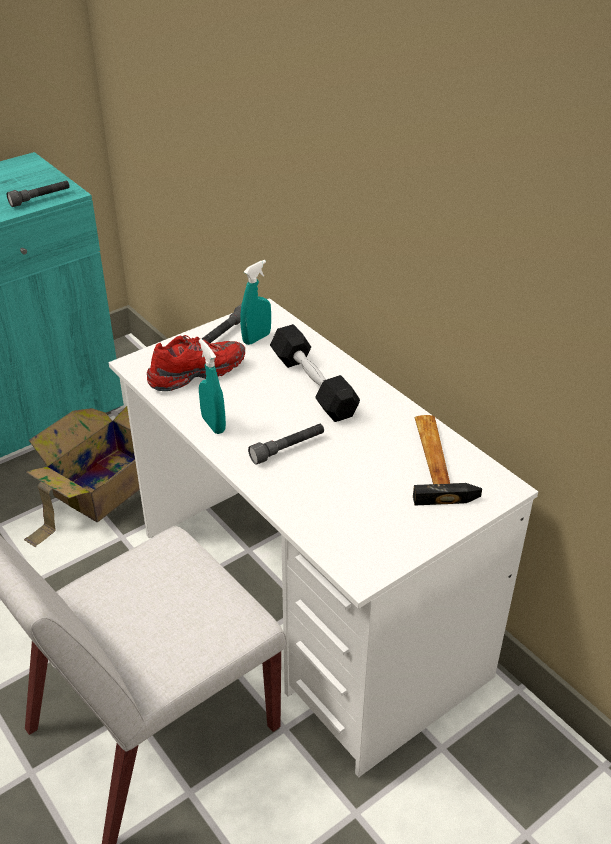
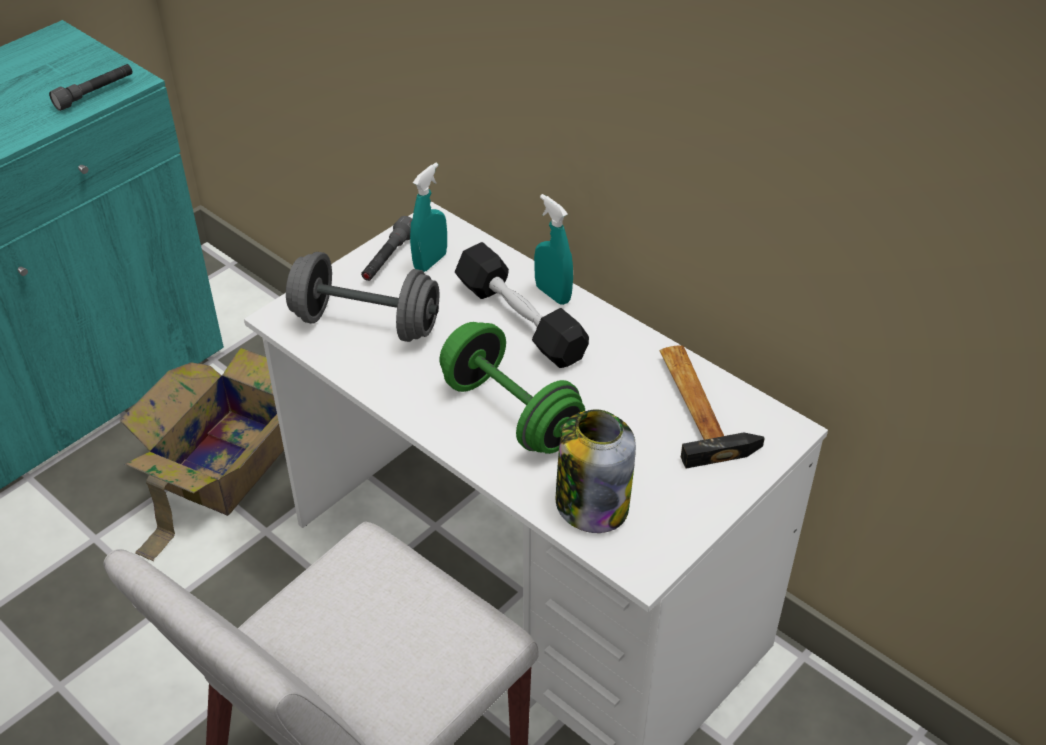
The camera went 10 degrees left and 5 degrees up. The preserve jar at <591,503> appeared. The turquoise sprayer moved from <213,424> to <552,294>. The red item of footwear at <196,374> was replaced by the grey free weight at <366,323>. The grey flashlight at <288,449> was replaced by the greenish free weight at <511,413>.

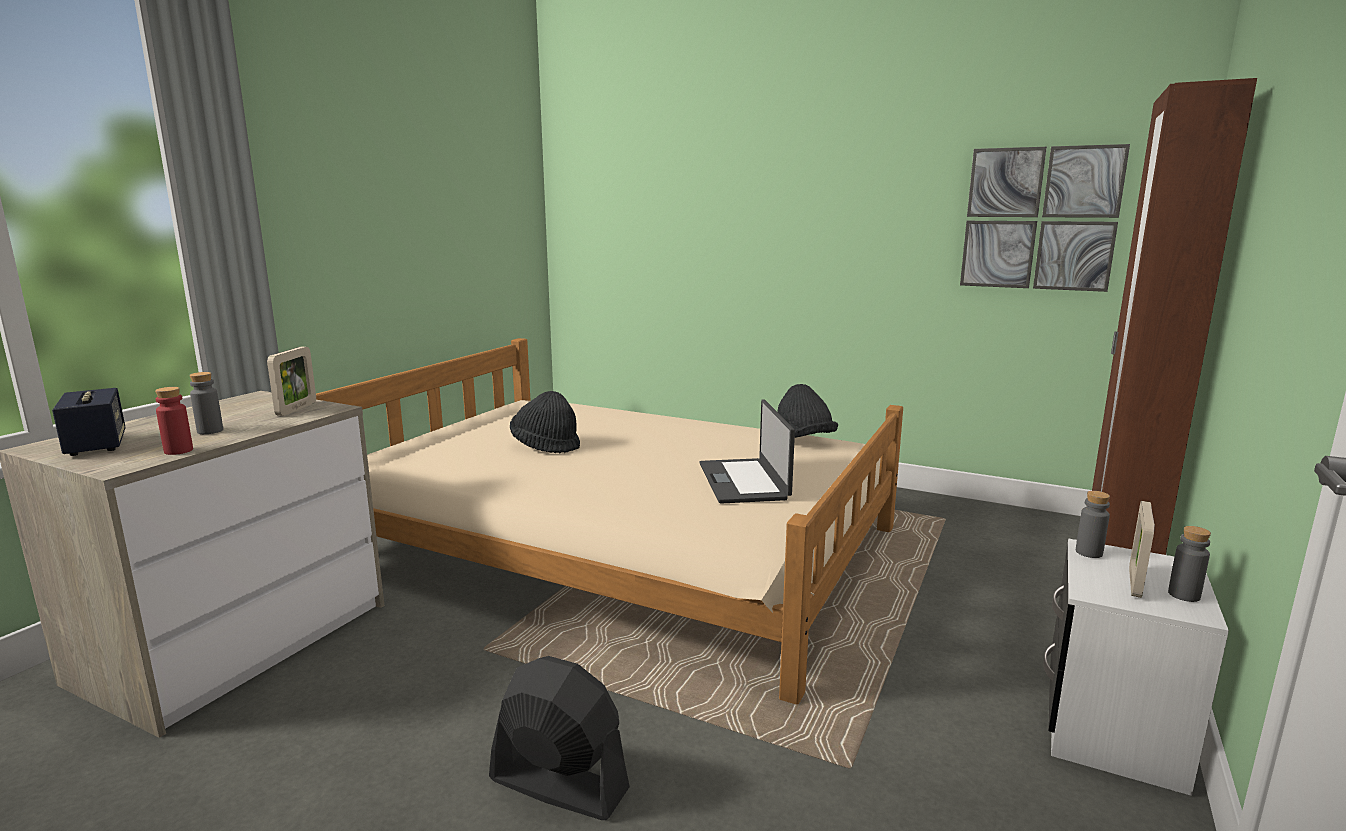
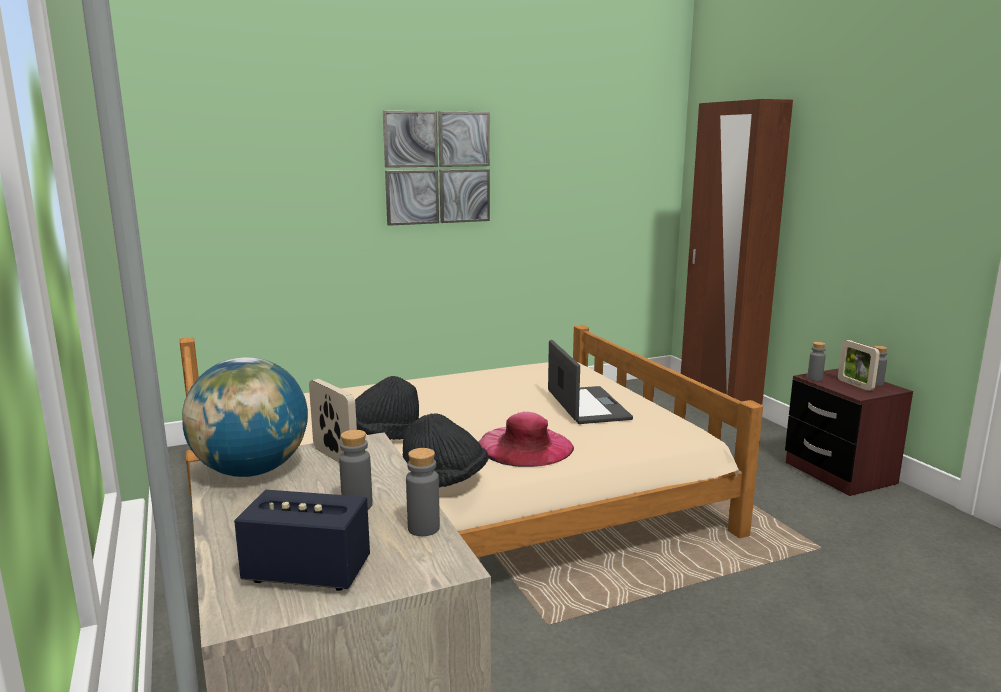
The camera went 50 degrees left and 0 degrees up. The black-coloured cooling fan at <558,784> disappeared. The world globe at <251,471> appeared. The pink-coloured clothing hat at <525,446> appeared. The black-coloured clothing hat moved from <803,441> to <444,481>. The wall art moved from <1039,219> to <437,168>. The red beverage bottle at <178,451> became the grey beverage bottle at <423,528>. The whitish bedside table at <1112,729> became the brownish bedside table at <839,473>. The portable computer at <744,481> turned 135 degrees counterclockwise.

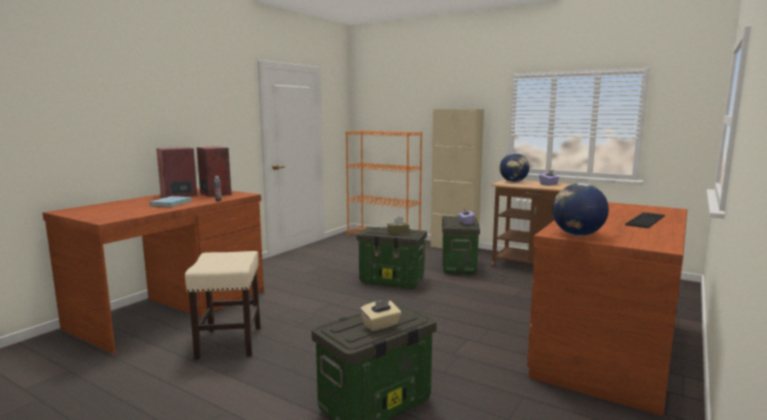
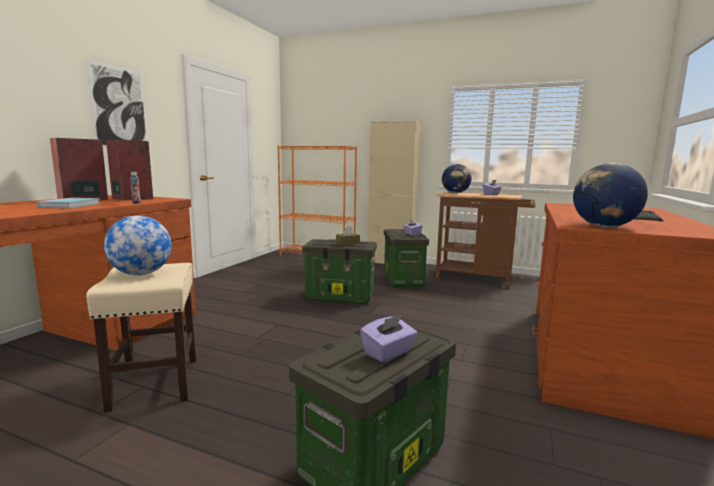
The camera went 10 degrees left and 0 degrees up. The wall art at <119,107> appeared. The world globe at <141,274> appeared. The beige-coloured box of tissues at <381,325> became the purplish box of tissues at <388,353>.

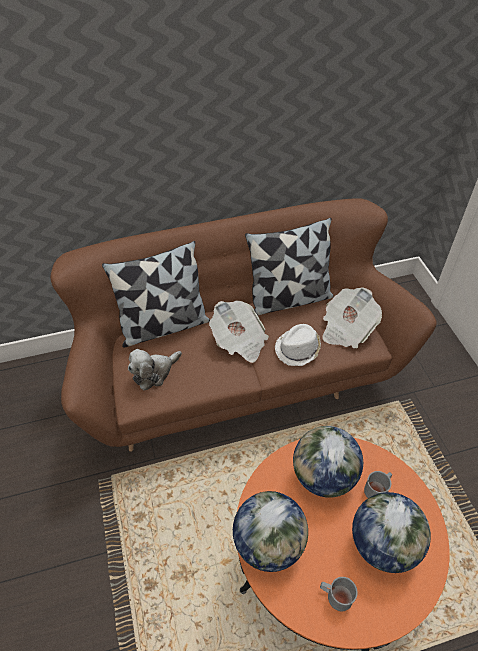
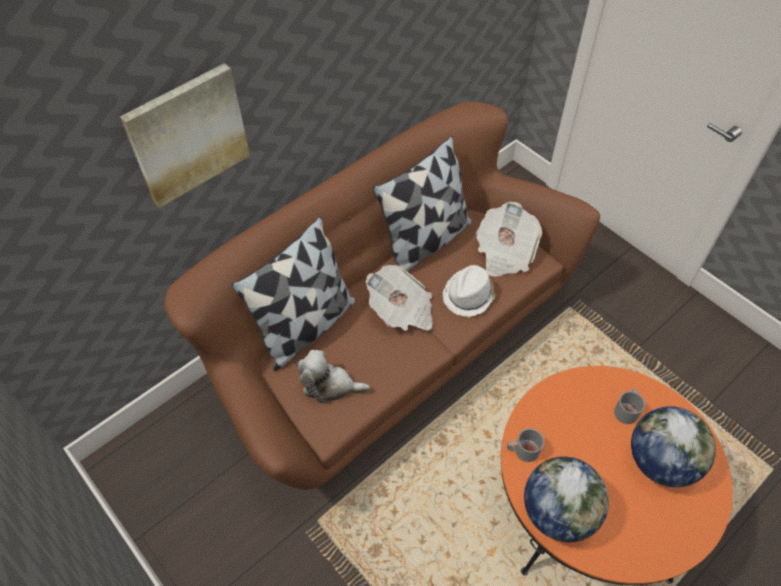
The camera went 25 degrees left and 5 degrees up. The world globe at <323,477> disappeared. The wall art at <188,135> appeared. The grey coffee mug moved from <335,596> to <522,450>. The cuddly toy at <154,372> turned 75 degrees clockwise.

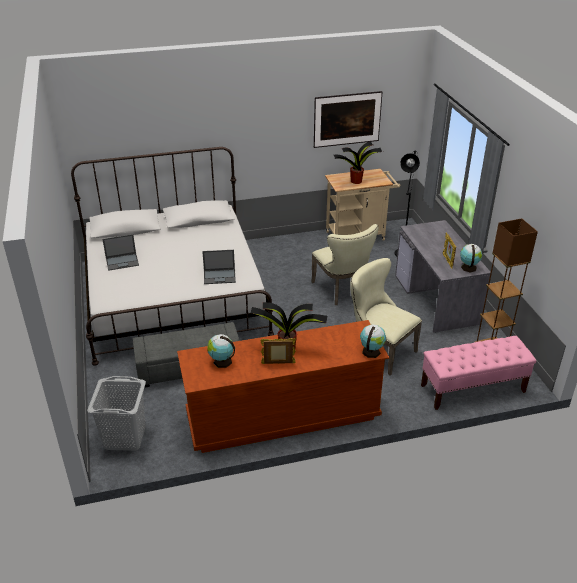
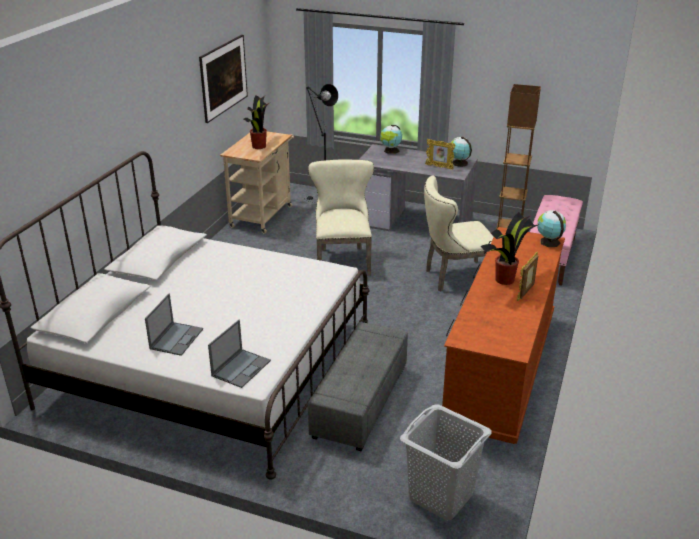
The camera went 55 degrees left and 5 degrees down. The portable computer moved from <220,276> to <241,368>. The world globe moved from <221,361> to <391,151>. The beige-coloured upright chair at <342,291> turned 105 degrees counterclockwise.

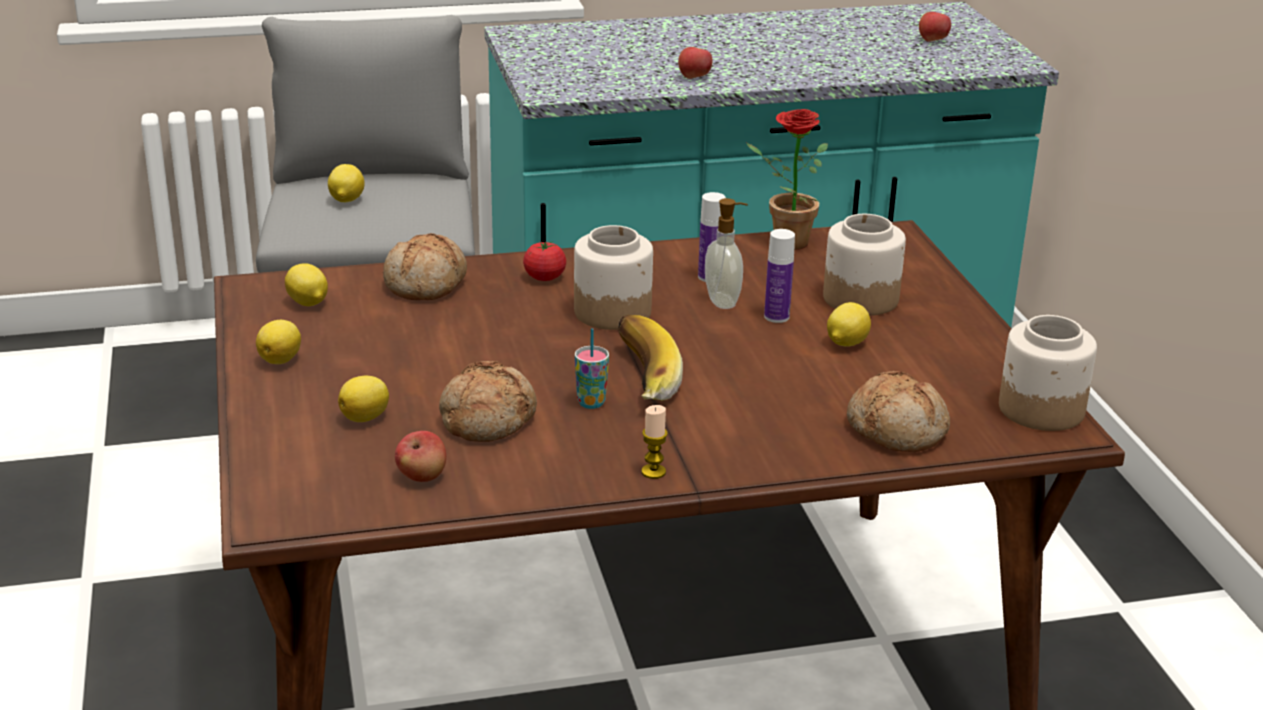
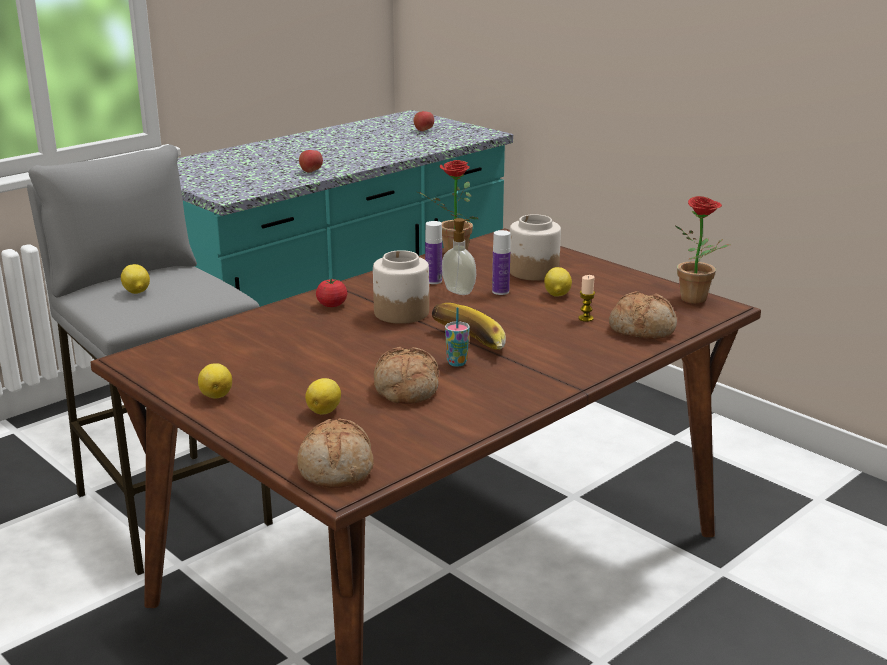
The camera went 30 degrees left and 5 degrees down. The citrus fruit at <308,303> disappeared. The whole apple at <422,477> disappeared. The bread moved from <427,284> to <337,468>. The candle moved from <653,472> to <585,318>. The preserve jar at <1040,410> was replaced by the houseplant at <698,300>.

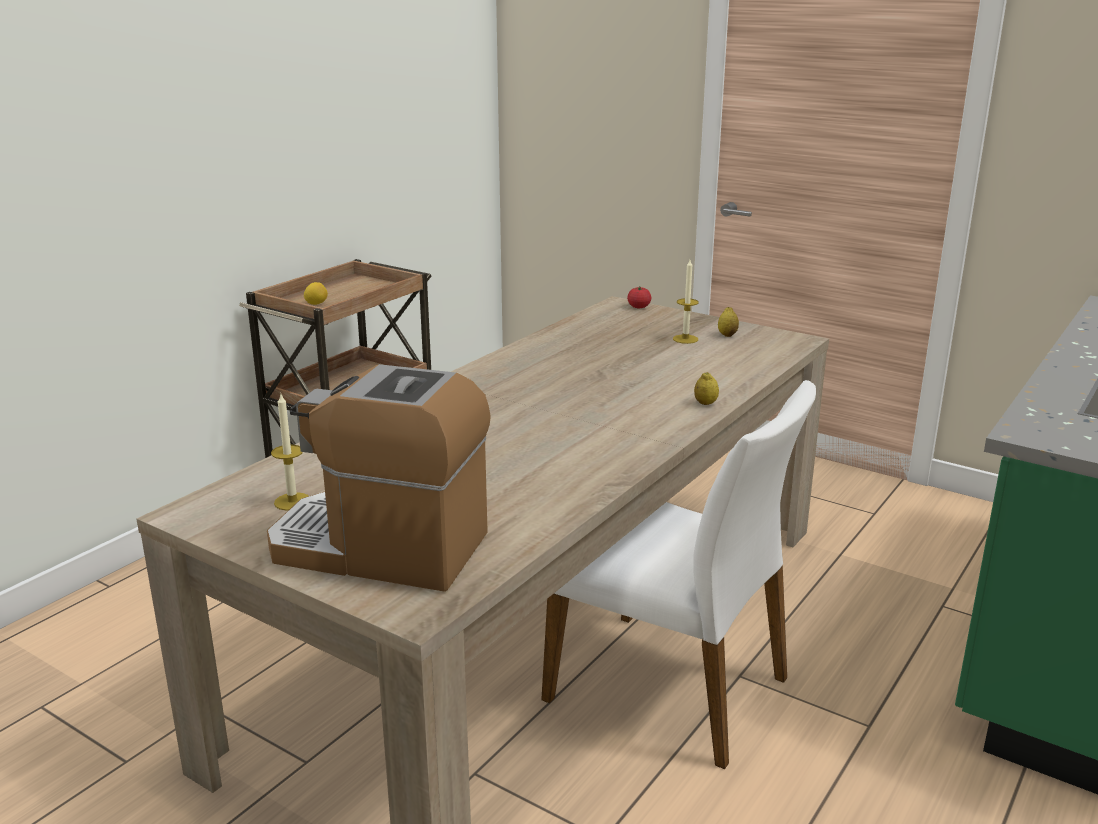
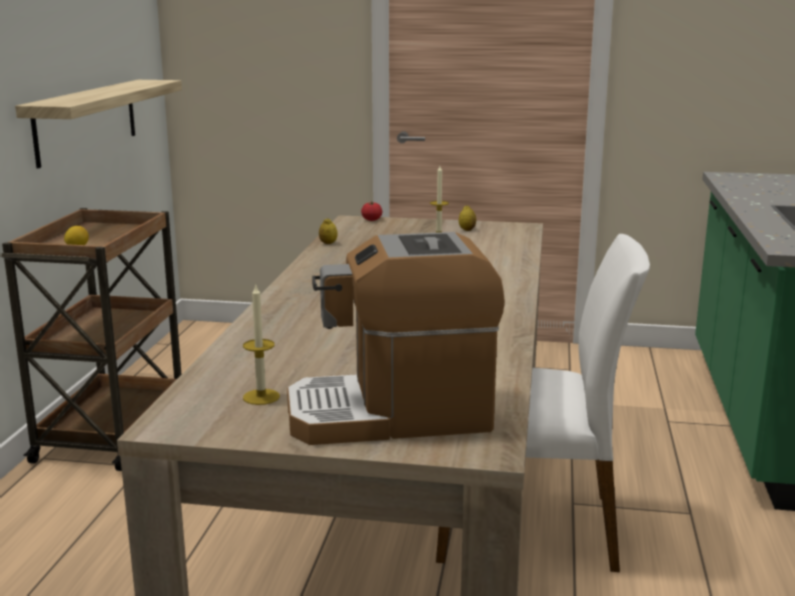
The camera went 25 degrees left and 5 degrees down. The shelf at <86,120> appeared. The citrus fruit moved from <705,403> to <328,243>.

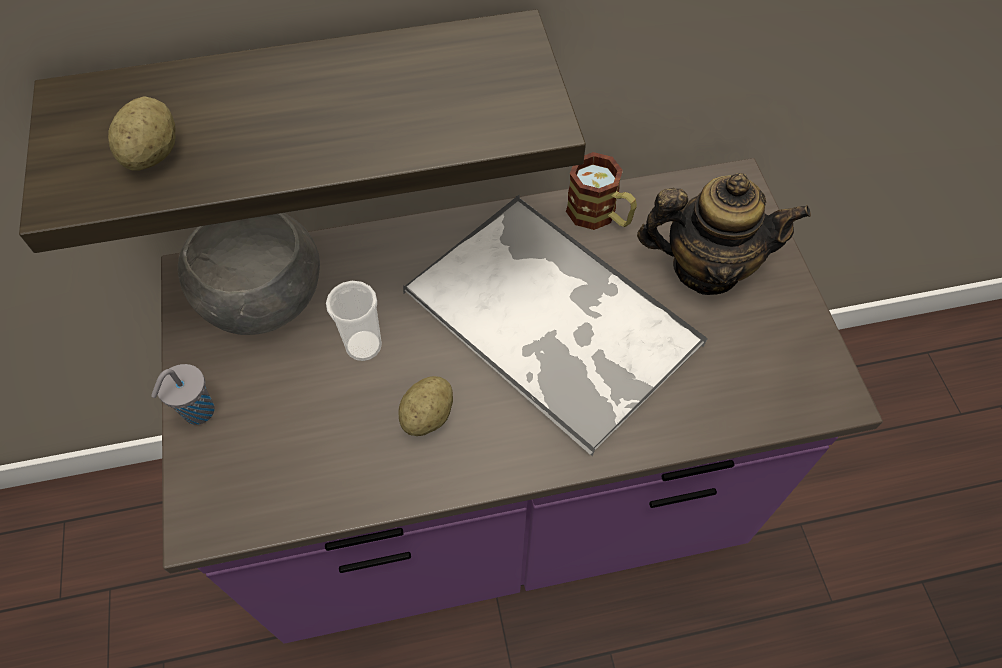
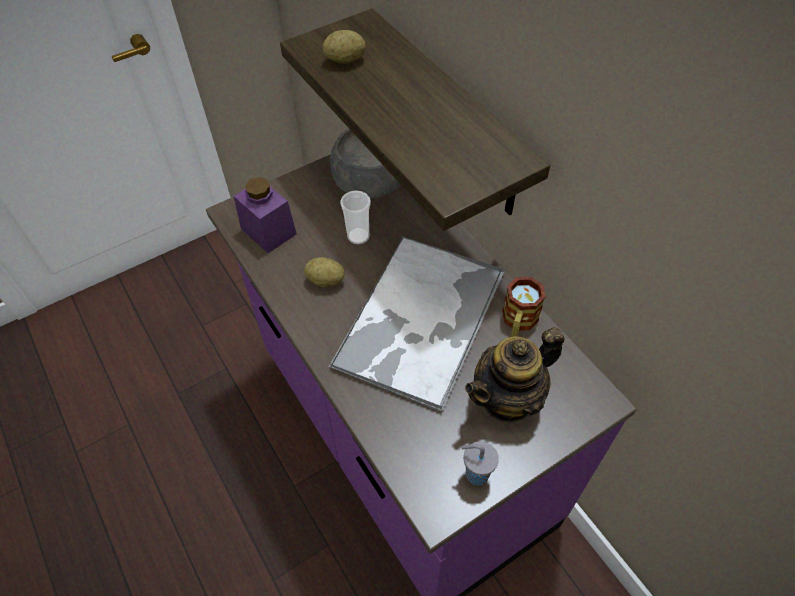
The camera went 70 degrees right and 5 degrees down. The purplish preserve jar at <268,231> appeared. The grey cup moved from <197,413> to <475,474>. The teapot at <706,267> turned 75 degrees clockwise.

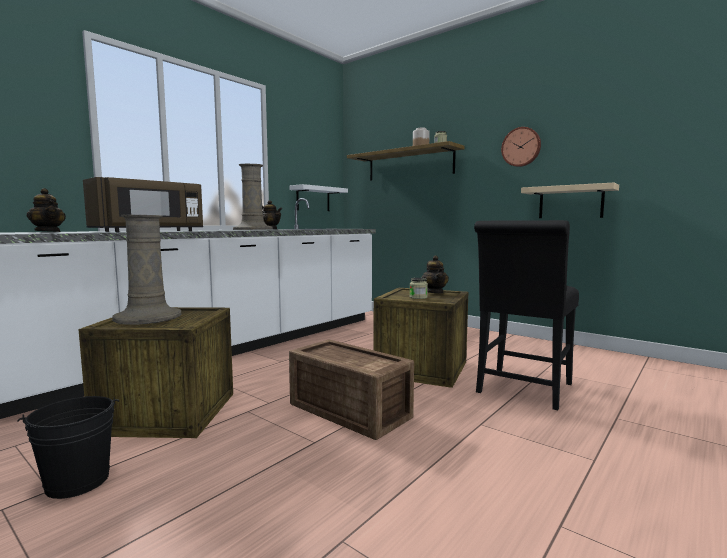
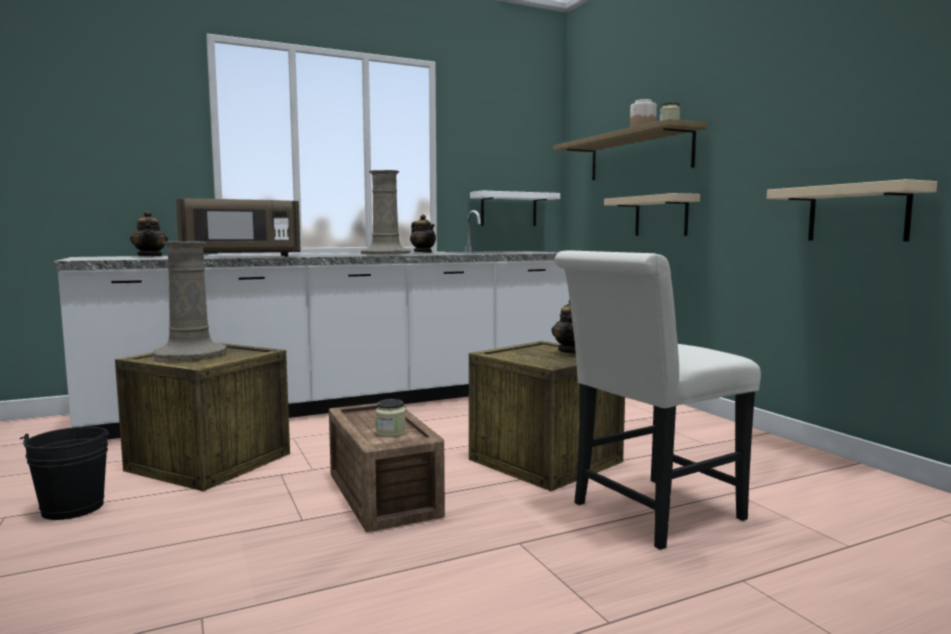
The camera went 25 degrees right and 0 degrees up. The hanging clock at <521,147> disappeared. The beige-coloured shelf at <661,216> appeared. The preserve jar moved from <418,297> to <391,433>. The black-coloured upright chair at <522,390> became the whitish upright chair at <648,514>.

